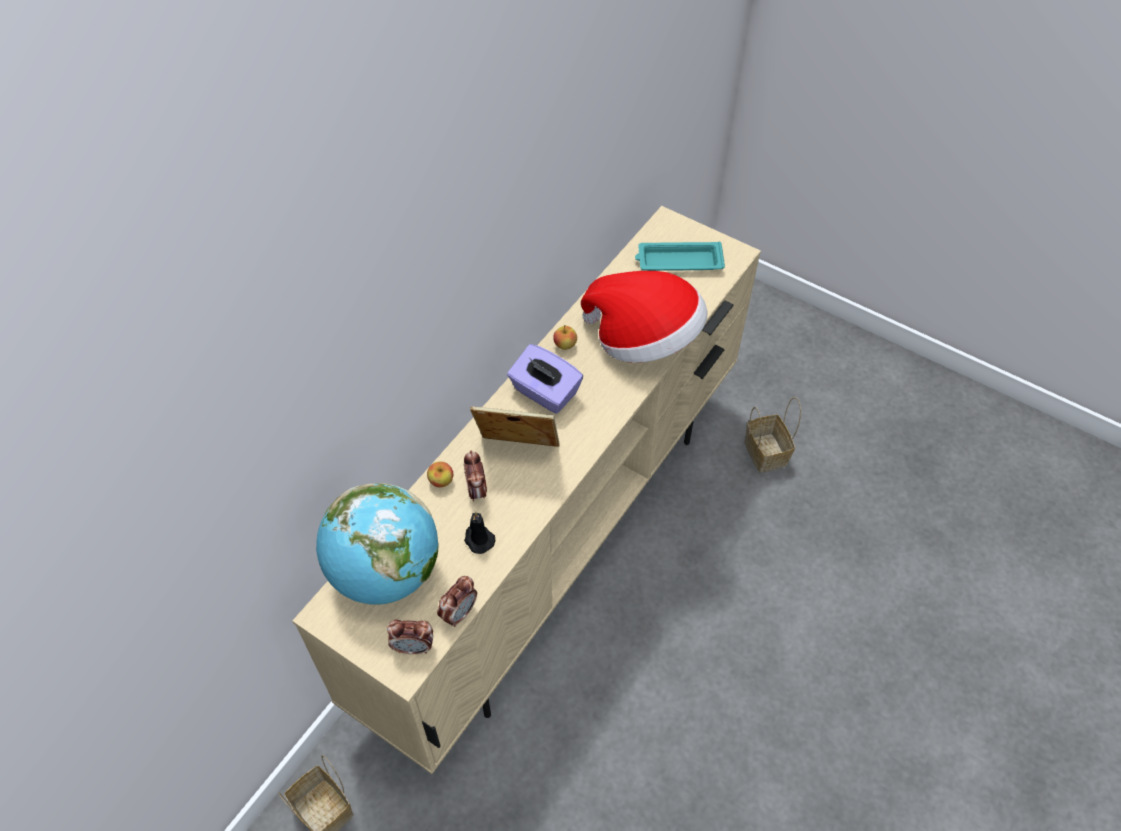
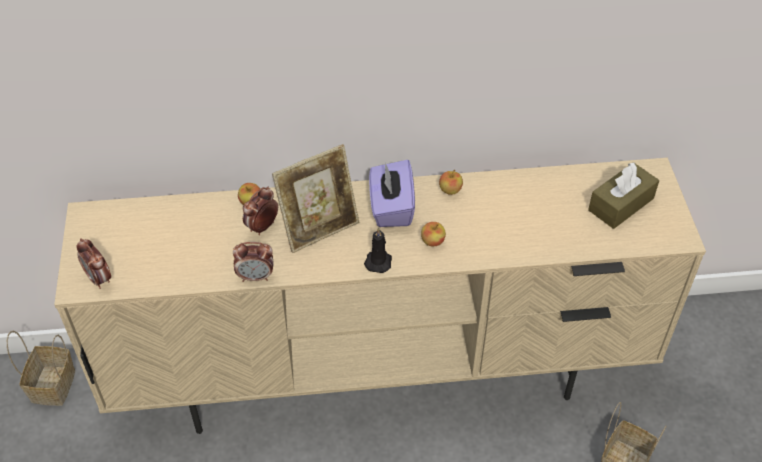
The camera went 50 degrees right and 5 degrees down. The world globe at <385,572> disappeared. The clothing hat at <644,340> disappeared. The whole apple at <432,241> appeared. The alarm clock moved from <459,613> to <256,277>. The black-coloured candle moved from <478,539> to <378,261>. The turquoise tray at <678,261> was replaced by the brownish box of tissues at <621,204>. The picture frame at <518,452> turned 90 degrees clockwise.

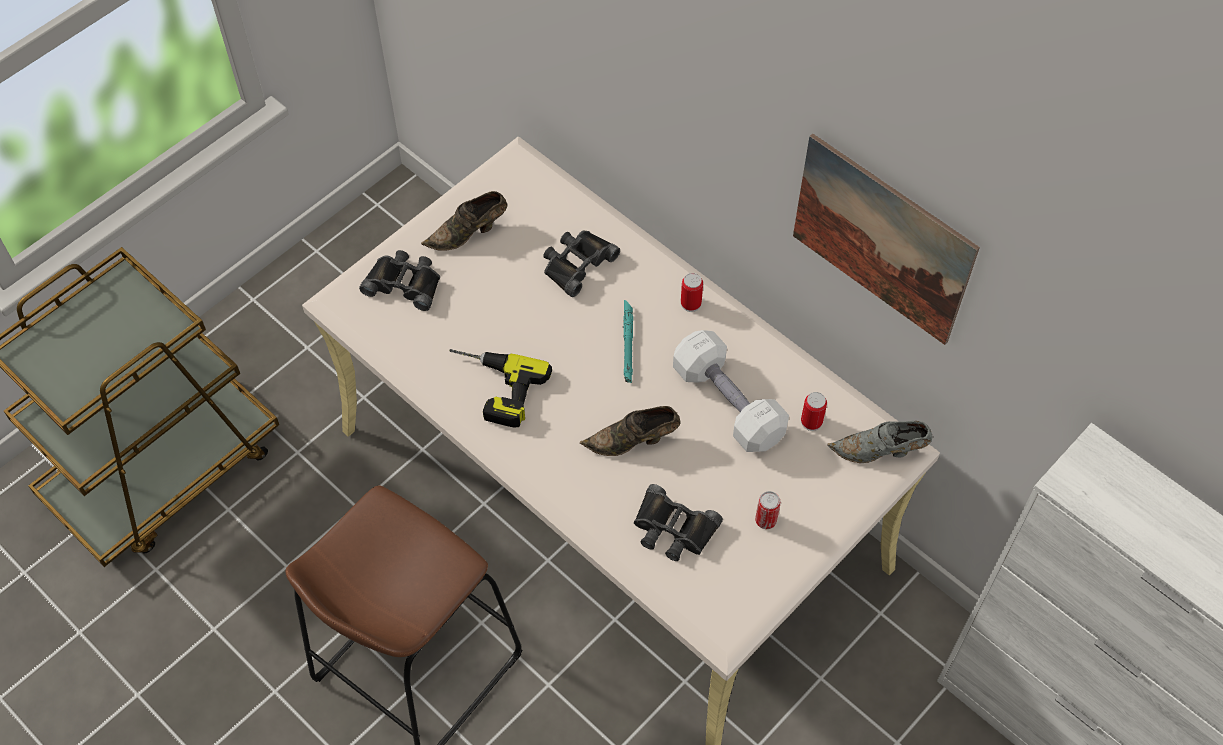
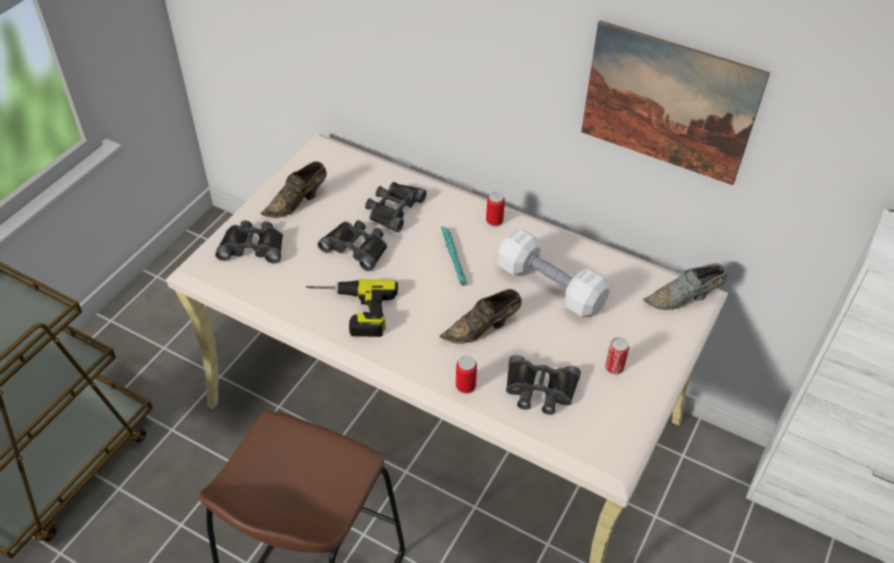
The camera went 15 degrees left and 10 degrees down. The black-coloured binoculars at <357,247> appeared. The sealed can moved from <811,422> to <465,386>.

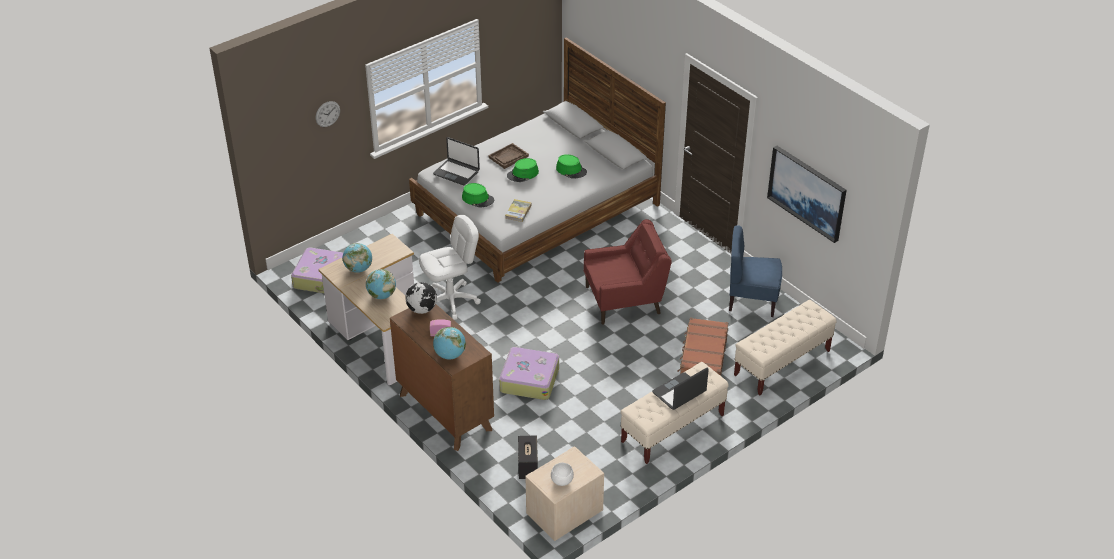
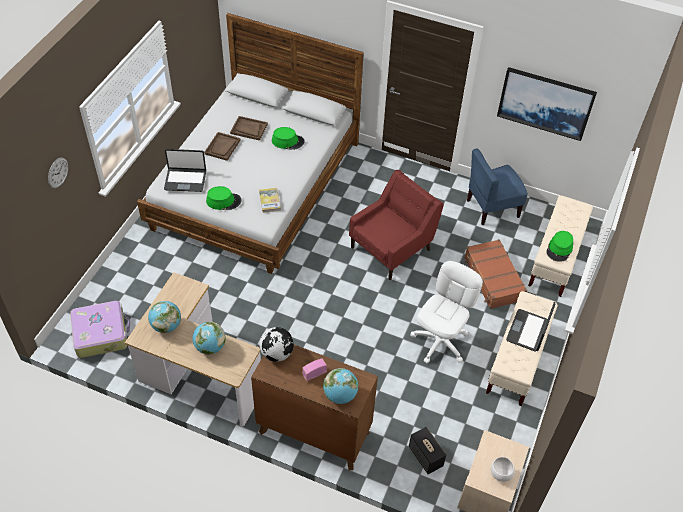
The camera went 30 degrees left and 10 degrees up. The travel case at <529,379> disappeared. The brownish tray at <249,129> appeared. The whitish office chair moved from <451,301> to <440,342>. The greenish clothing hat moved from <523,174> to <559,249>.

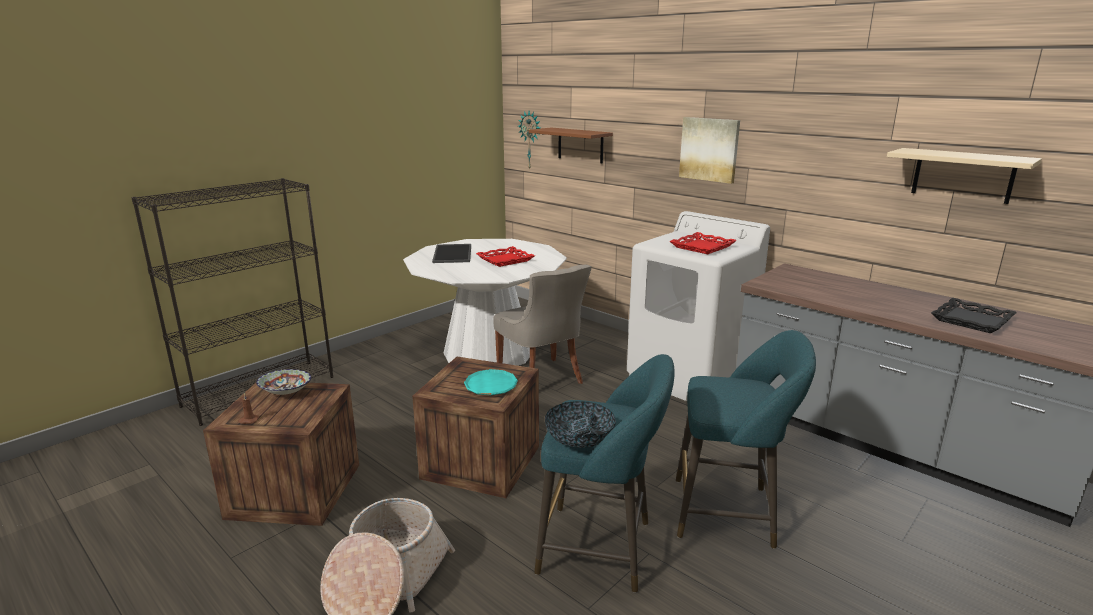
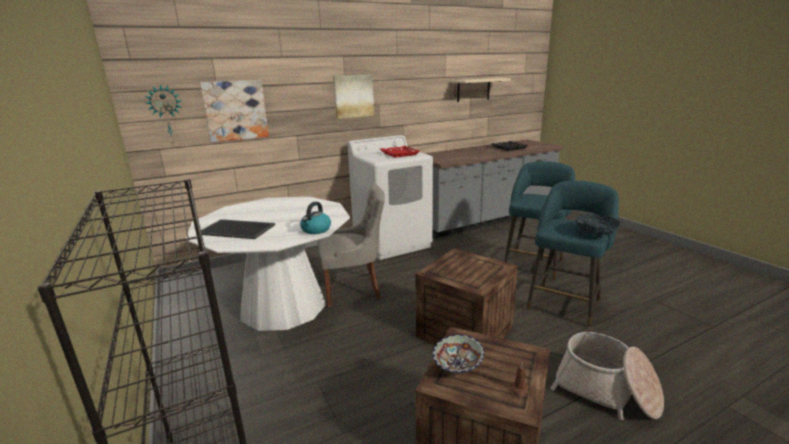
The camera went 70 degrees left and 0 degrees up. The turquoise dinner plate at <491,386> disappeared. The red tray at <505,260> disappeared. The kettle at <316,230> appeared. The brownish shelf at <580,145> was replaced by the wall art at <235,110>.

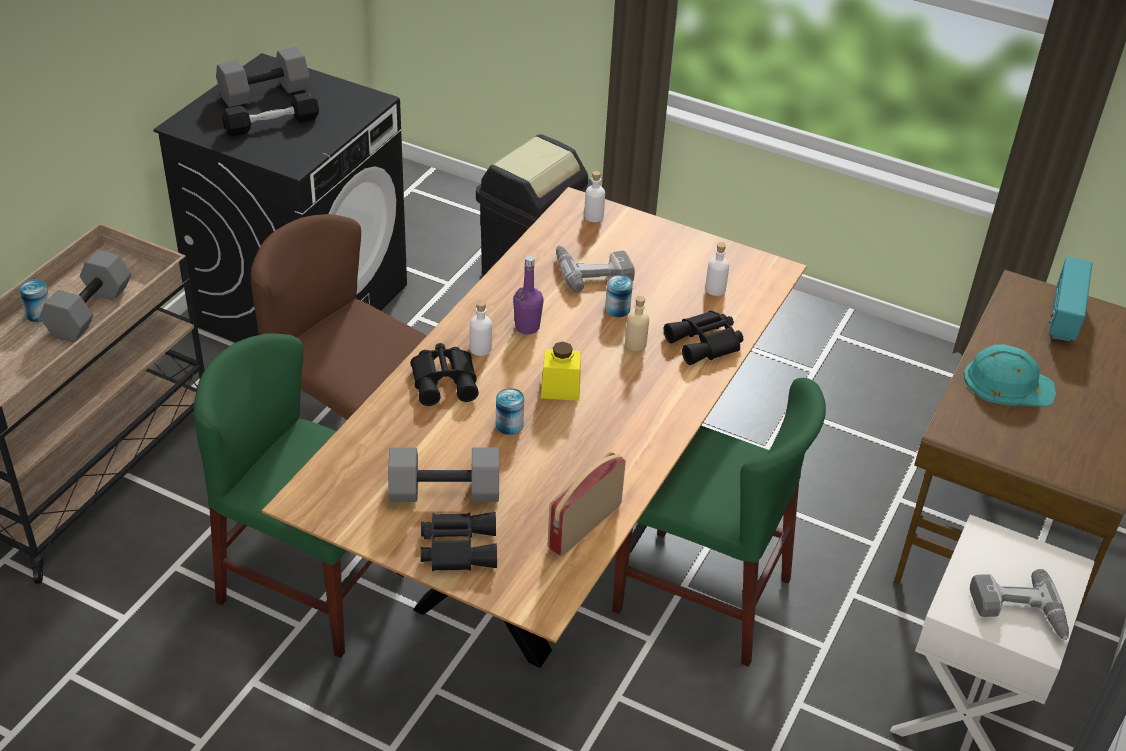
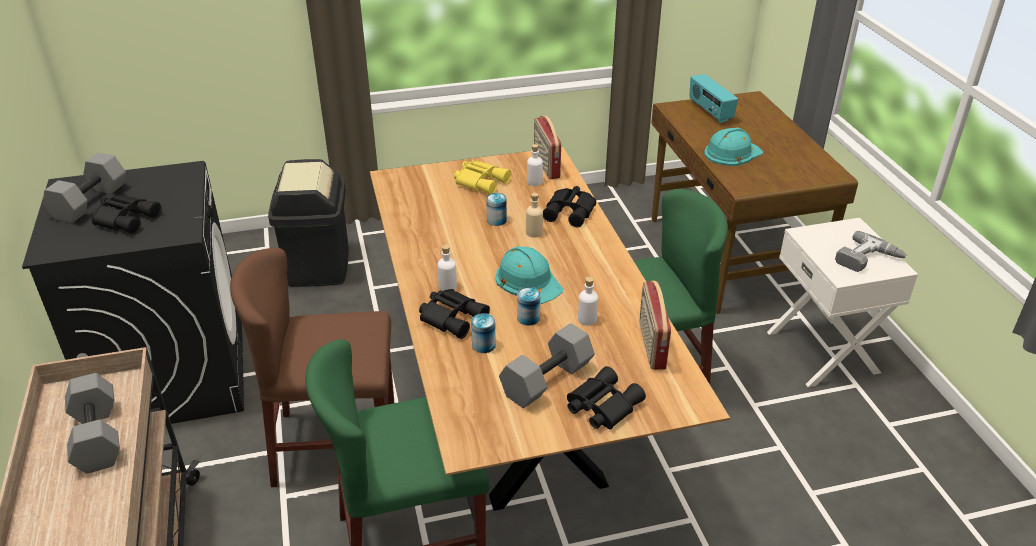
The camera went 40 degrees left and 5 degrees down. The purplish beverage bottle at <527,327> disappeared. The drill at <592,271> disappeared. The yellow binoculars at <481,181> appeared. The radio set at <546,165> appeared. The sealed can moved from <39,314> to <483,345>. The whitish beverage bottle moved from <593,216> to <587,319>. The black-coloured free weight at <271,124> was replaced by the black-coloured binoculars at <126,218>. The yellow preserve jar at <560,389> was replaced by the turquoise work helmet at <528,280>.

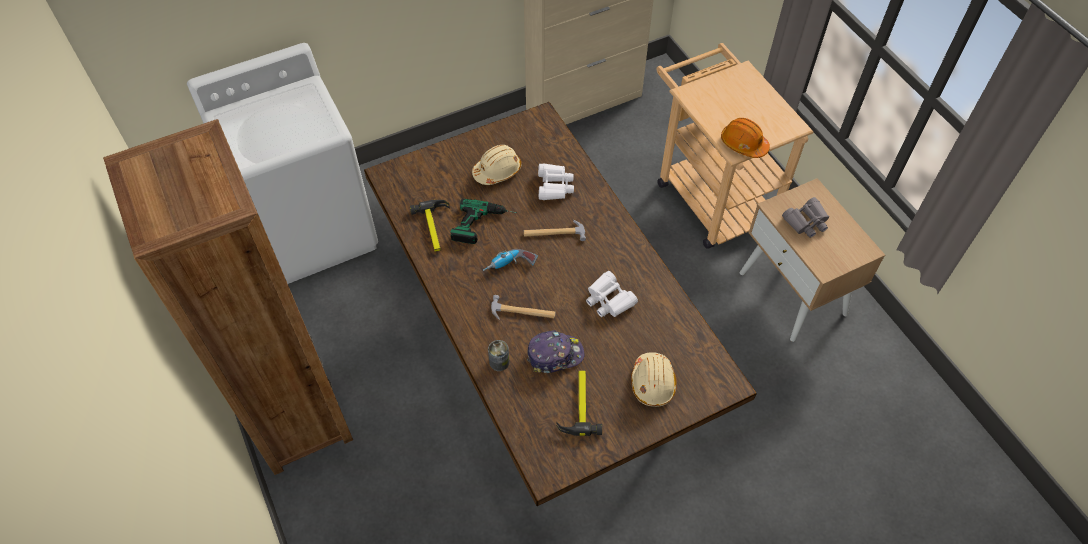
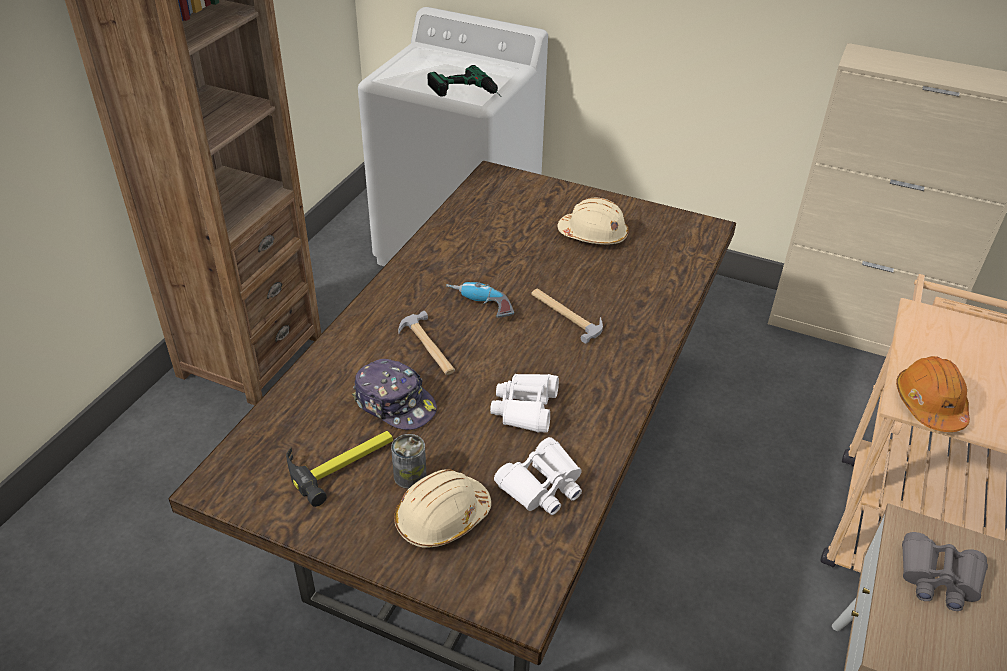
The camera went 50 degrees right and 15 degrees down. The hammer at <434,228> disappeared. The drill moved from <484,225> to <467,93>. The sealed can moved from <499,362> to <410,476>. The whitish binoculars moved from <554,186> to <542,486>.

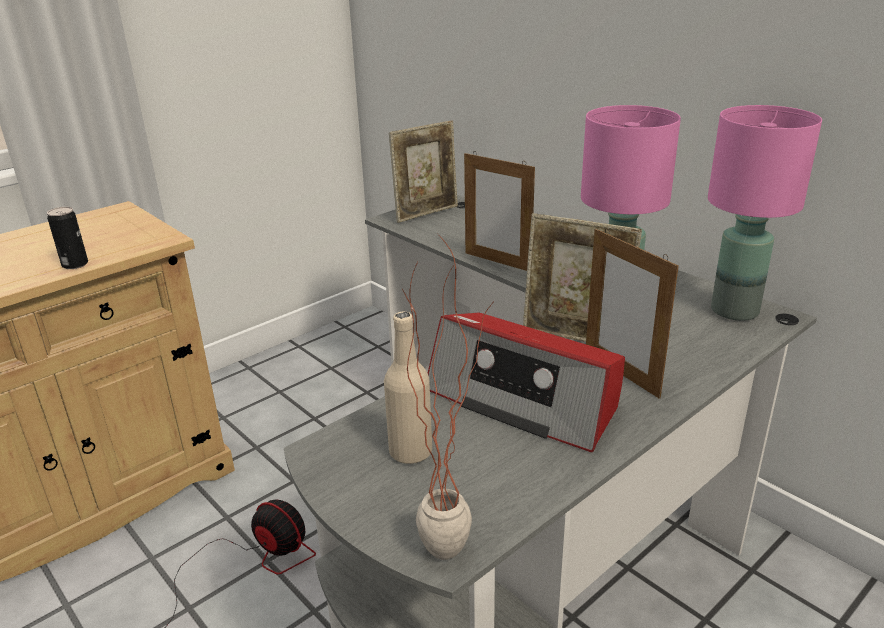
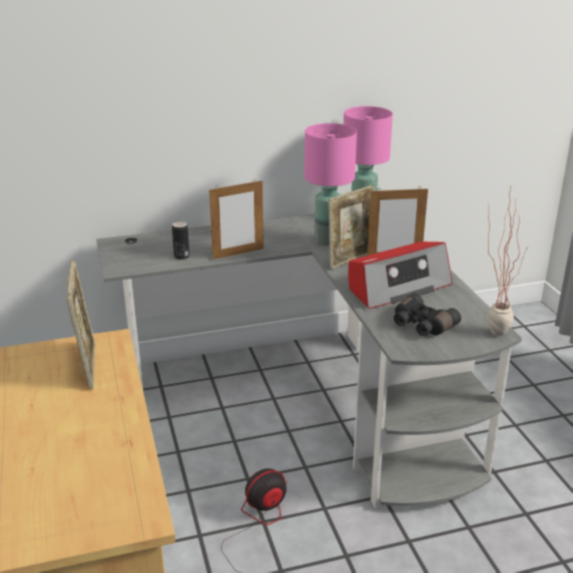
The camera went 65 degrees left and 0 degrees up. The sealed can moved from <75,264> to <181,256>. The picture frame moved from <426,213> to <88,365>. The beige-coloured beverage bottle at <410,452> was replaced by the black-coloured binoculars at <421,325>.

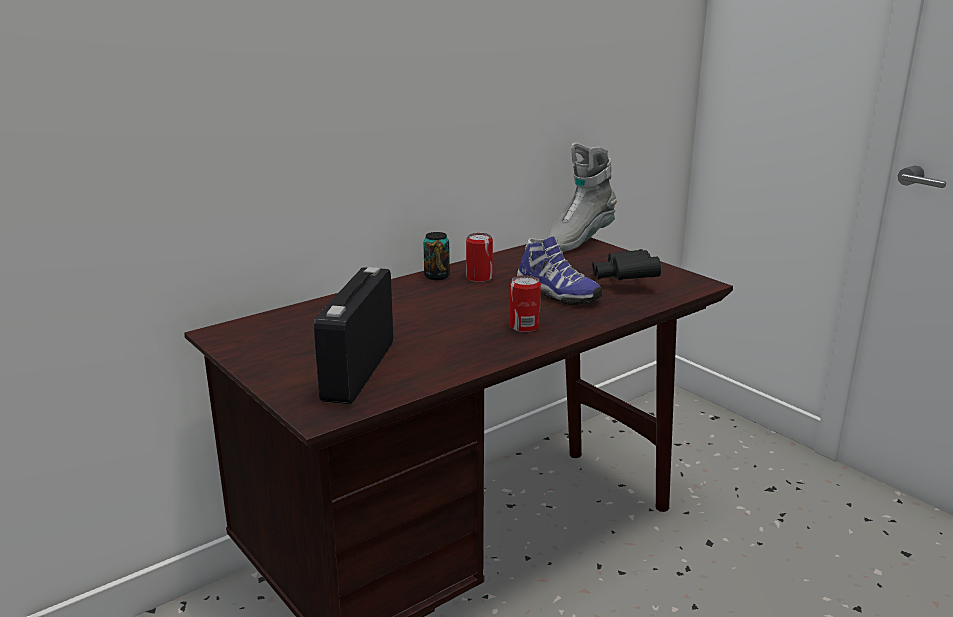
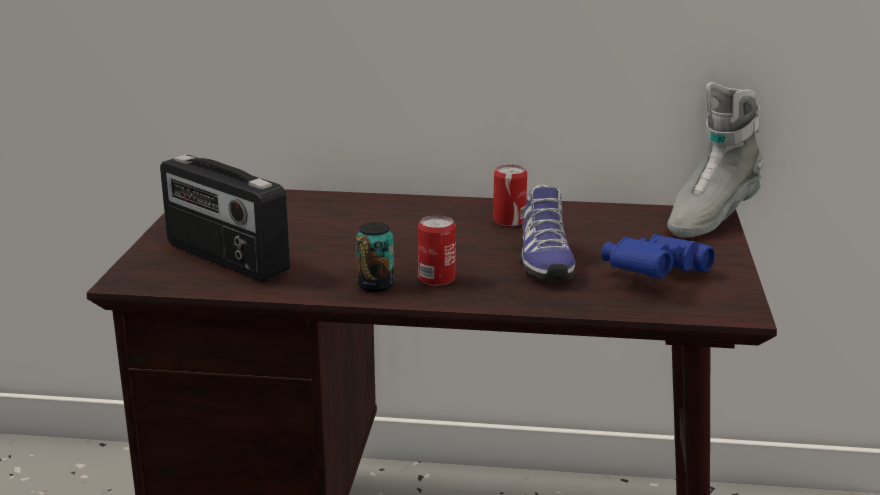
The camera went 45 degrees right and 0 degrees up. The sealed can moved from <437,276> to <375,285>. The black-coloured binoculars at <625,281> became the bluish binoculars at <652,276>. The radio set at <357,371> turned 105 degrees counterclockwise. The grey high-top boot at <578,241> turned 45 degrees counterclockwise.

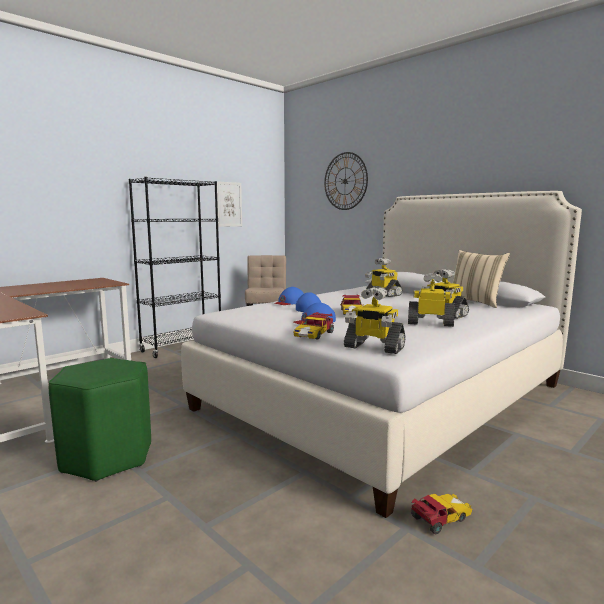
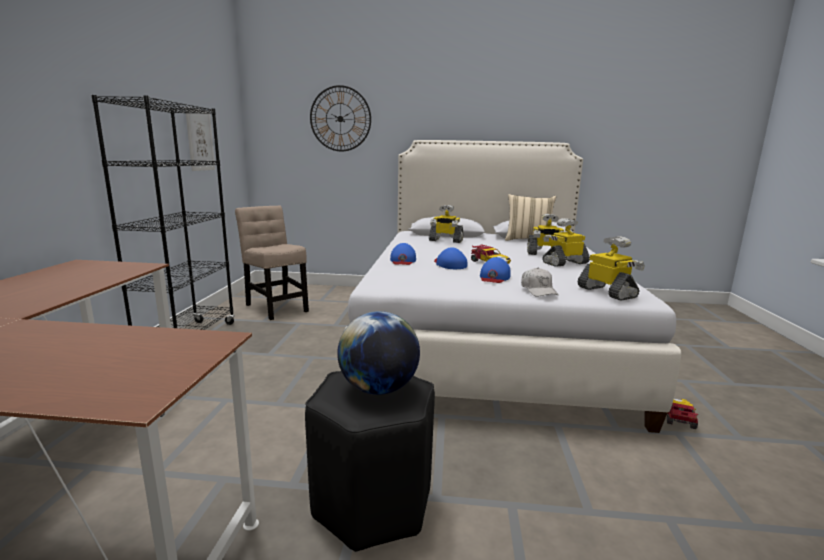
The camera went 40 degrees left and 5 degrees up. The world globe at <378,389> appeared. The toy car at <314,335> was replaced by the whitish baseball cap at <538,290>. The greenish stool at <106,458> became the black-coloured stool at <373,504>. The toy robot at <373,347> turned 105 degrees counterclockwise.

